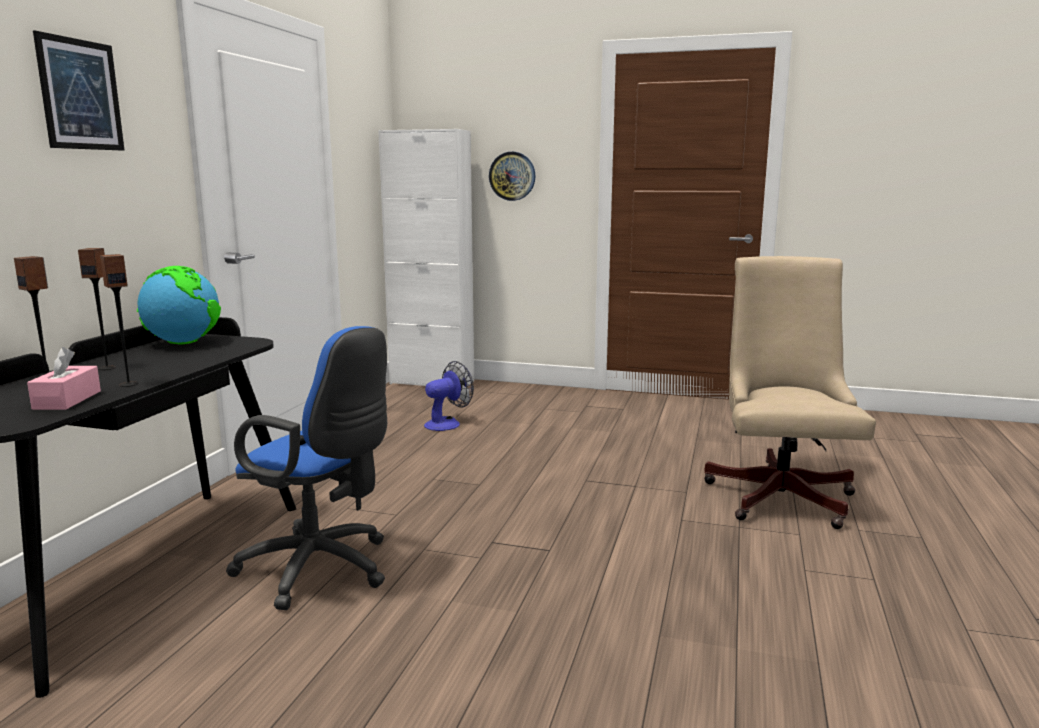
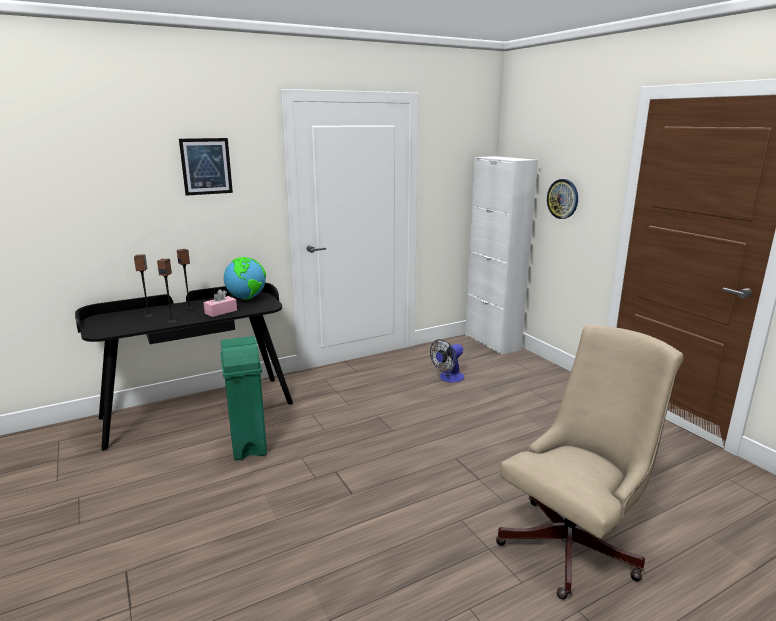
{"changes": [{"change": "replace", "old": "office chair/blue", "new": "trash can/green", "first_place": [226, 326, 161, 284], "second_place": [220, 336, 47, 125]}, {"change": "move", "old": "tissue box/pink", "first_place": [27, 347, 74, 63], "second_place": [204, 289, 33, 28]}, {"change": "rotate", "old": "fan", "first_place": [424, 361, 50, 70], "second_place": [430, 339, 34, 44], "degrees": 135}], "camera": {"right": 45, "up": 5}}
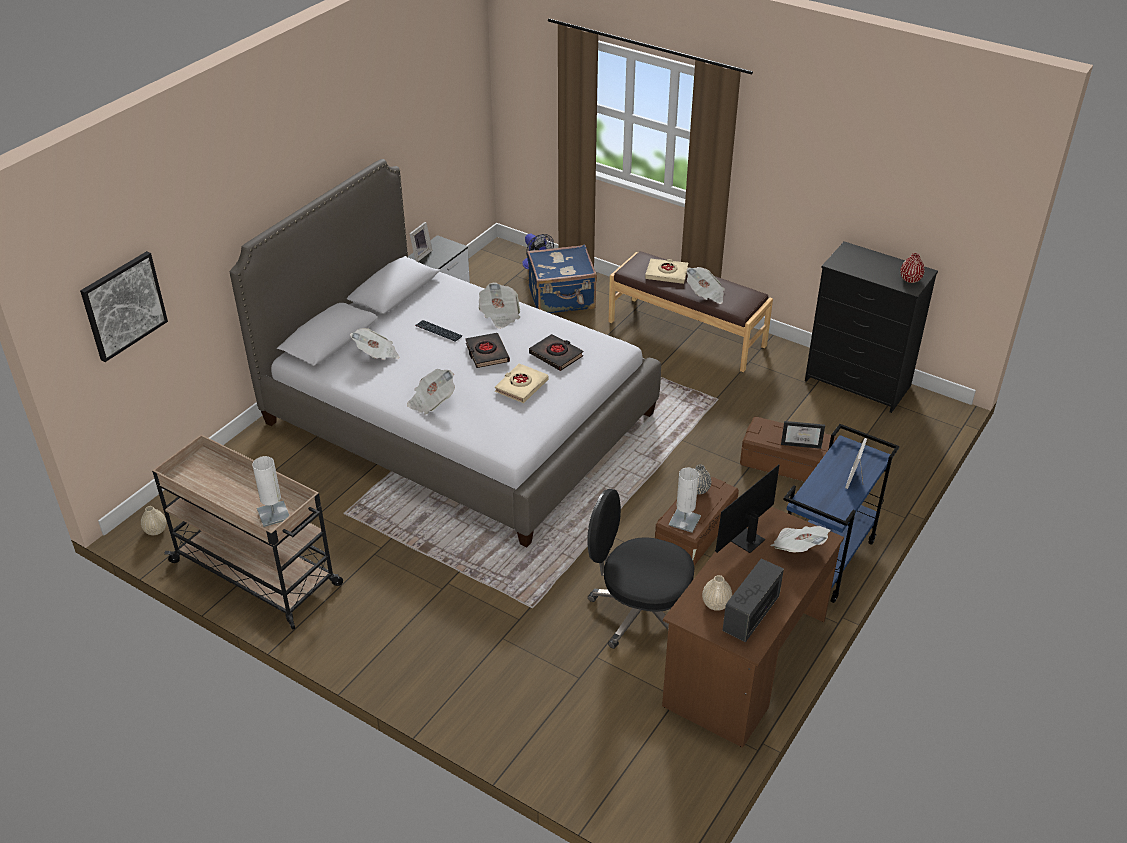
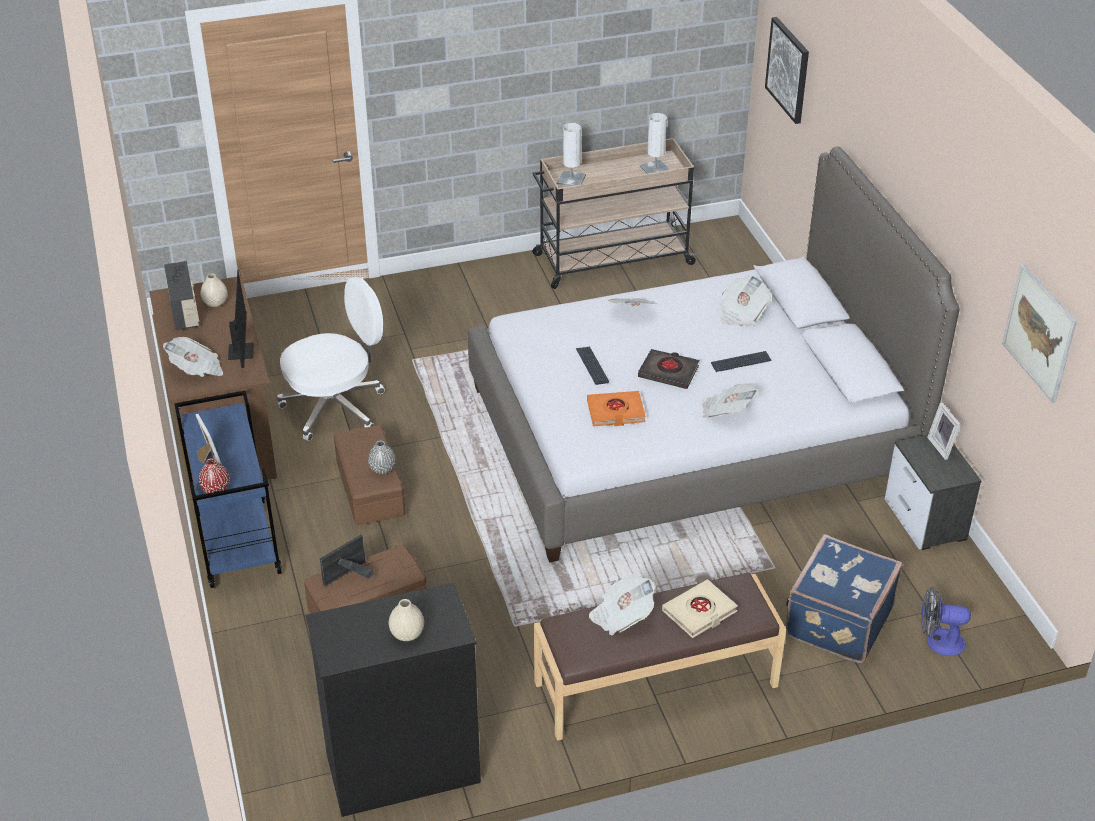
{"changes": [{"change": "move", "old": "vase/red", "first_place": [900, 253, 25, 30], "second_place": [199, 458, 31, 35]}, {"change": "recolor", "old": "book/black", "new": "book/orange", "first_place": [529, 334, 54, 37], "second_place": [587, 391, 59, 35]}, {"change": "replace", "old": "book/beige", "new": "keyboard", "first_place": [495, 363, 53, 40], "second_place": [576, 347, 33, 38]}, {"change": "move", "old": "table lamp/white", "first_place": [669, 468, 32, 65], "second_place": [640, 113, 30, 61]}, {"change": "recolor", "old": "office chair/black", "new": "office chair/white", "first_place": [587, 489, 107, 160], "second_place": [277, 277, 108, 164]}, {"change": "move", "old": "vase/beige", "first_place": [141, 506, 25, 29], "second_place": [389, 599, 35, 42]}, {"change": "insert", "new": "picture", "second_place": [1002, 263, 75, 140]}], "camera": {"right": 130, "up": 0}}
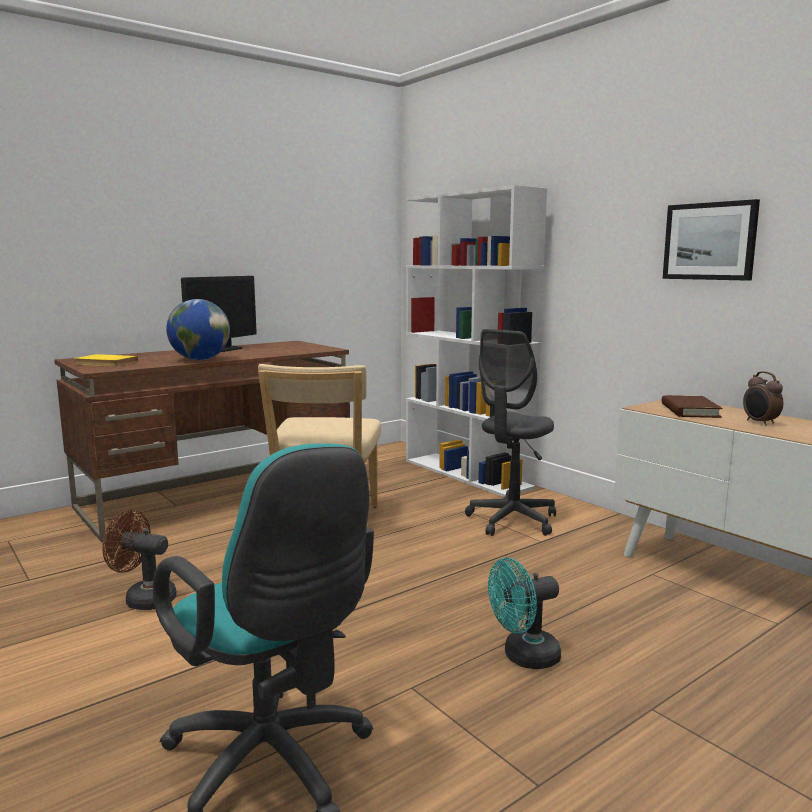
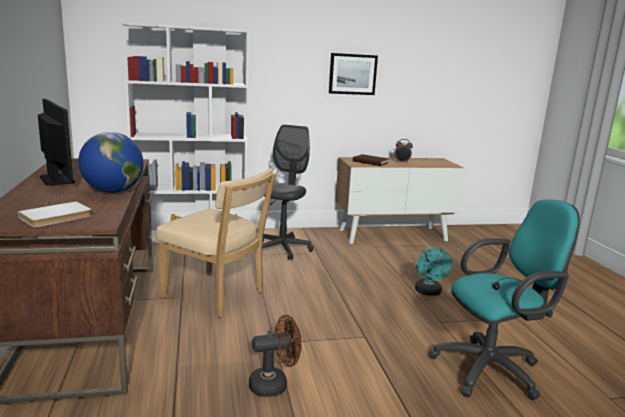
{"changes": [{"change": "rotate", "old": "office chair/grey", "first_place": [465, 329, 91, 207], "second_place": [262, 125, 52, 135], "degrees": -135}, {"change": "recolor", "old": "book/yellow", "new": "book/white", "first_place": [74, 354, 64, 13], "second_place": [18, 201, 74, 26]}, {"change": "rotate", "old": "fan/brown", "first_place": [102, 510, 75, 100], "second_place": [249, 315, 53, 82], "degrees": -150}], "camera": {"right": -65, "up": 5}}
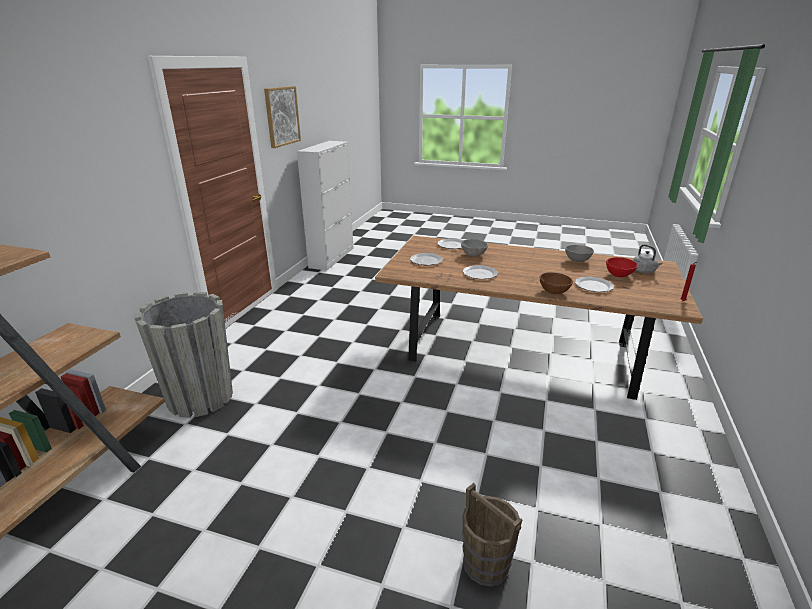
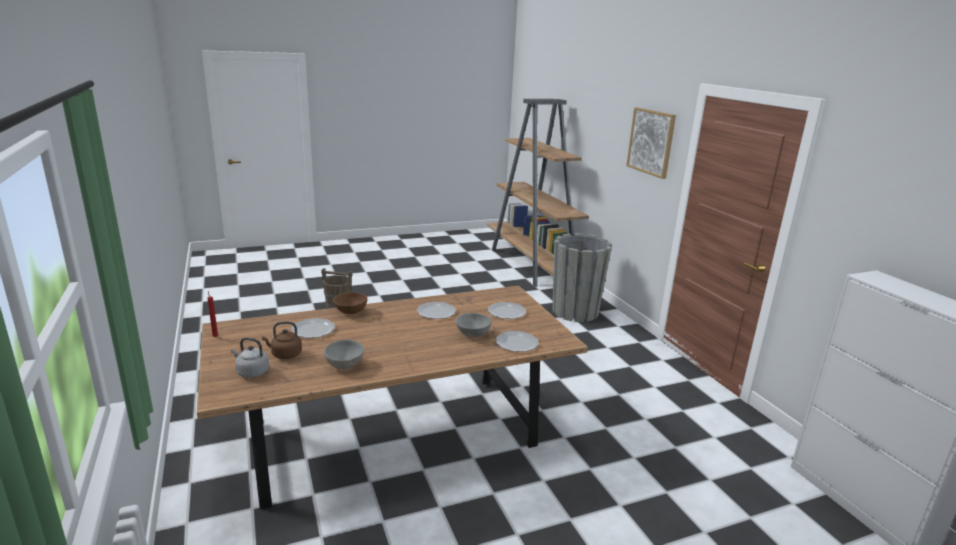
{"changes": [{"change": "move", "old": "picture", "first_place": [264, 86, 37, 62], "second_place": [626, 107, 50, 72]}, {"change": "replace", "old": "bowl/red", "new": "kettle/brown", "first_place": [606, 257, 32, 20], "second_place": [262, 321, 40, 38]}], "camera": {"right": 140, "up": -5}}
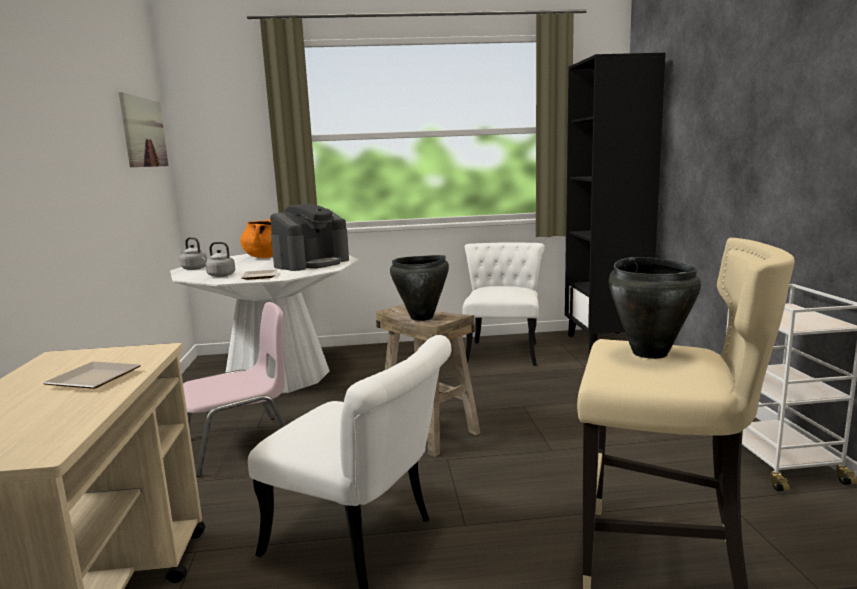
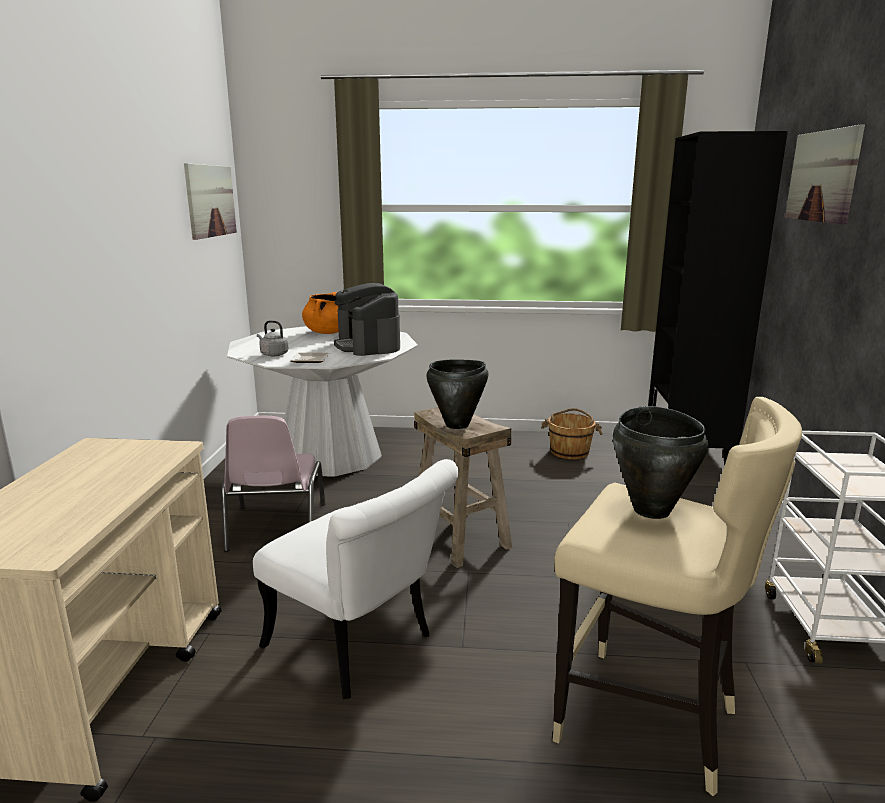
{"changes": [{"change": "rotate", "old": "coffee machine", "first_place": [270, 203, 79, 68], "second_place": [334, 283, 66, 73], "degrees": 105}, {"change": "delete", "old": "kettle/grey", "first_place": [180, 237, 27, 33]}, {"change": "replace", "old": "chair/white", "new": "bucket/brown", "first_place": [463, 242, 82, 123], "second_place": [541, 408, 61, 51]}, {"change": "rotate", "old": "chair/pink", "first_place": [183, 302, 103, 175], "second_place": [221, 416, 104, 136], "degrees": 105}, {"change": "delete", "old": "plate", "first_place": [43, 361, 98, 28]}, {"change": "insert", "new": "picture", "second_place": [785, 124, 80, 100]}], "camera": {"right": 10, "up": 5}}
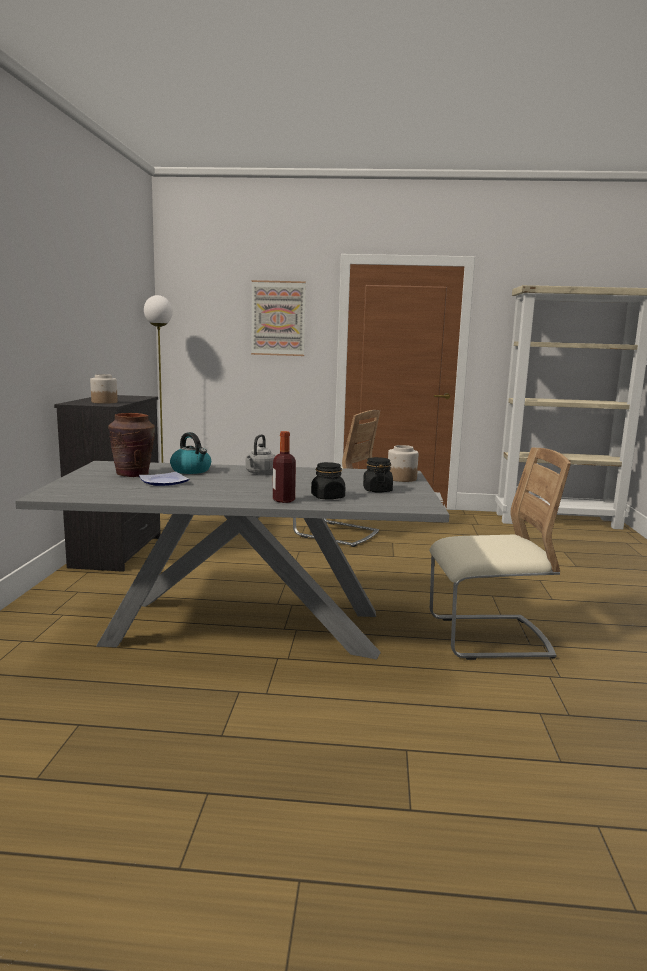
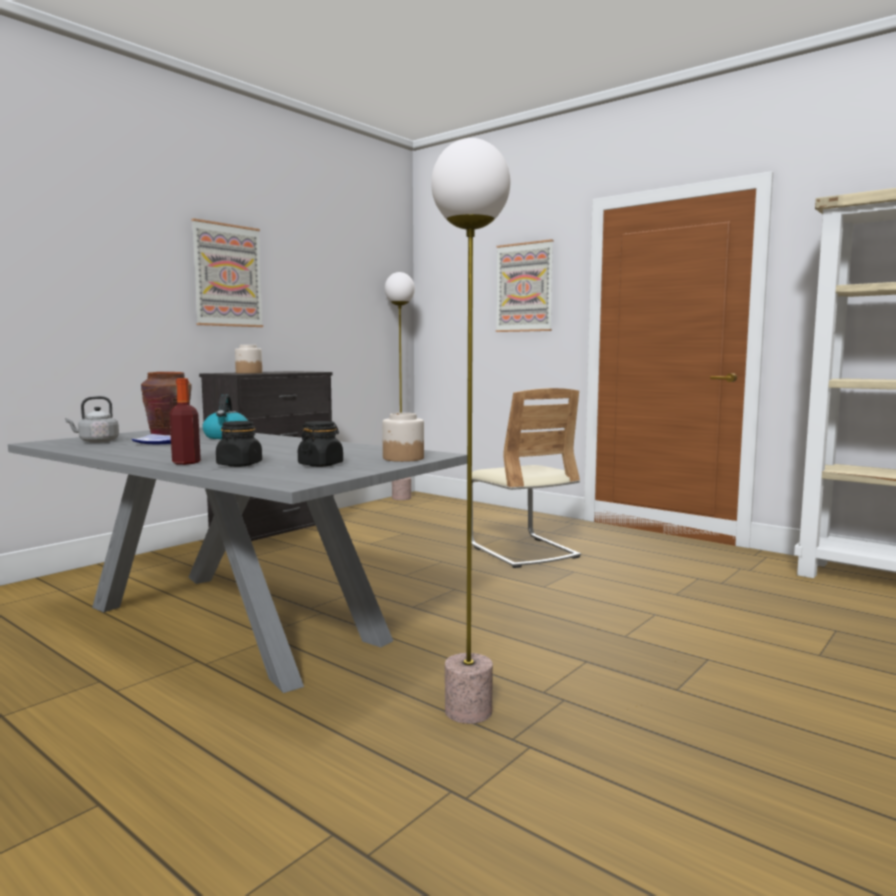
{"changes": [{"change": "move", "old": "kettle/grey", "first_place": [246, 434, 29, 41], "second_place": [65, 396, 54, 47]}, {"change": "replace", "old": "chair/beige", "new": "floor lamp", "first_place": [429, 448, 142, 212], "second_place": [431, 138, 79, 586]}, {"change": "insert", "new": "picture", "second_place": [191, 218, 72, 109]}], "camera": {"right": 35, "up": -5}}
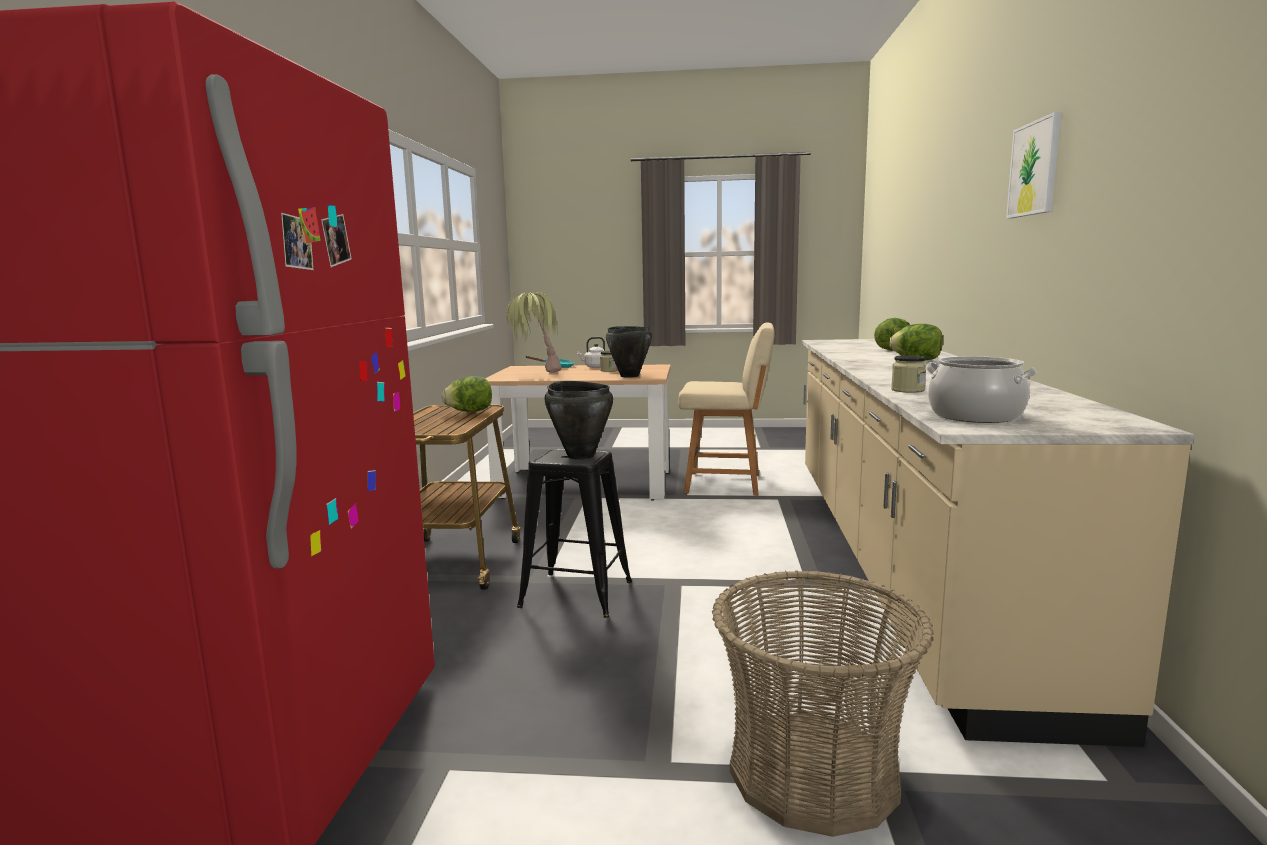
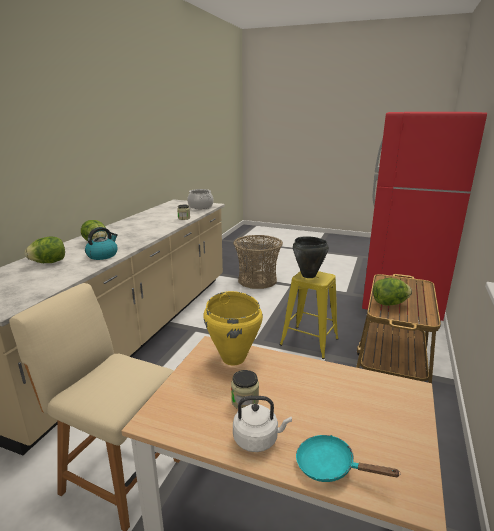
{"changes": [{"change": "delete", "old": "picture", "first_place": [1006, 112, 55, 107]}, {"change": "delete", "old": "potted plant", "first_place": [506, 292, 56, 81]}, {"change": "recolor", "old": "cooking pot/black", "new": "cooking pot/yellow", "first_place": [606, 326, 46, 52], "second_place": [203, 291, 60, 75]}, {"change": "recolor", "old": "stool/black", "new": "stool/yellow", "first_place": [517, 448, 115, 170], "second_place": [280, 271, 58, 88]}, {"change": "insert", "new": "kettle", "second_place": [85, 227, 33, 33]}], "camera": {"right": -165, "up": 10}}
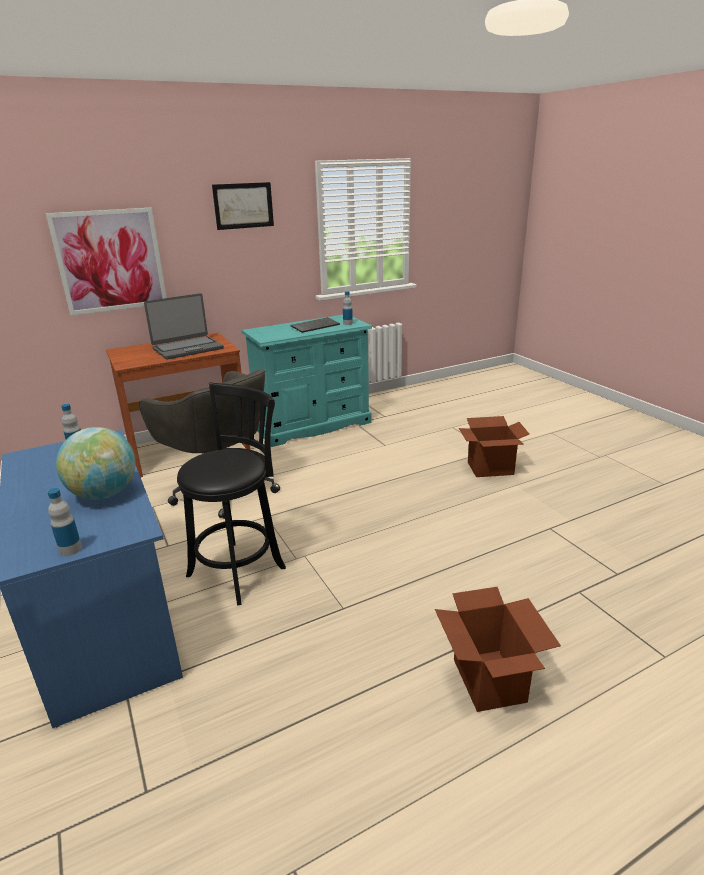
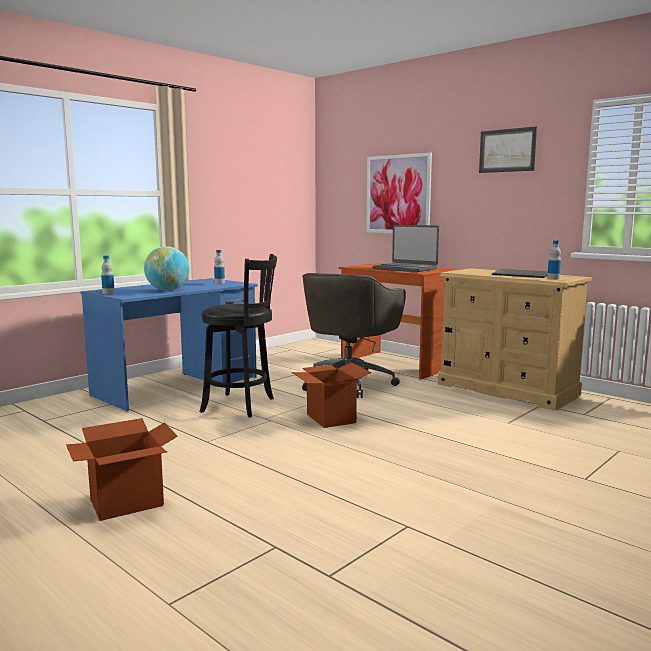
{"changes": [{"change": "recolor", "old": "dresser/turquoise", "new": "dresser/beige", "first_place": [242, 315, 130, 132], "second_place": [438, 268, 154, 143]}, {"change": "move", "old": "cardboard box", "first_place": [459, 416, 70, 61], "second_place": [291, 362, 80, 66]}], "camera": {"right": 70, "up": -15}}
